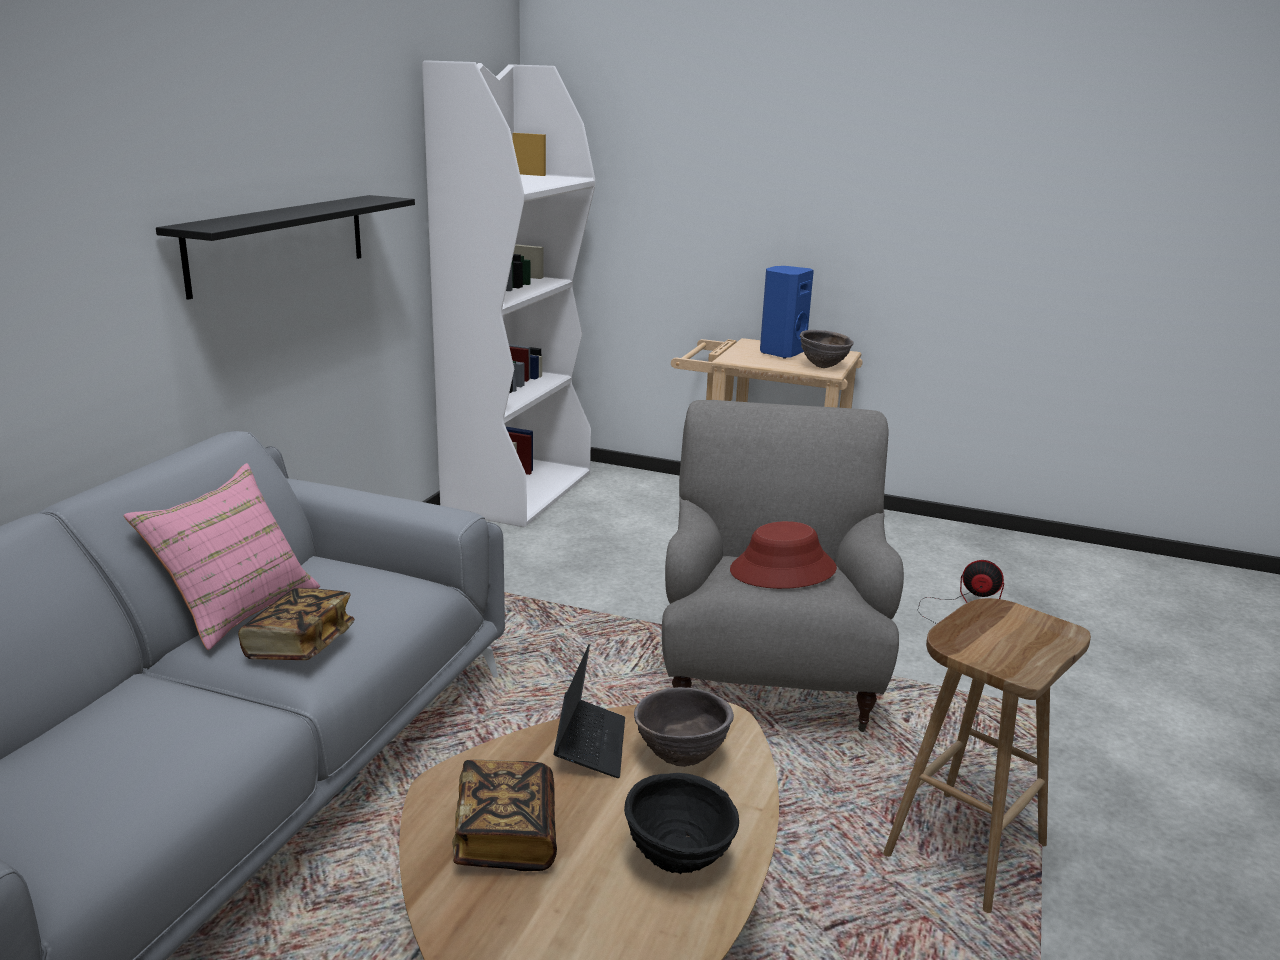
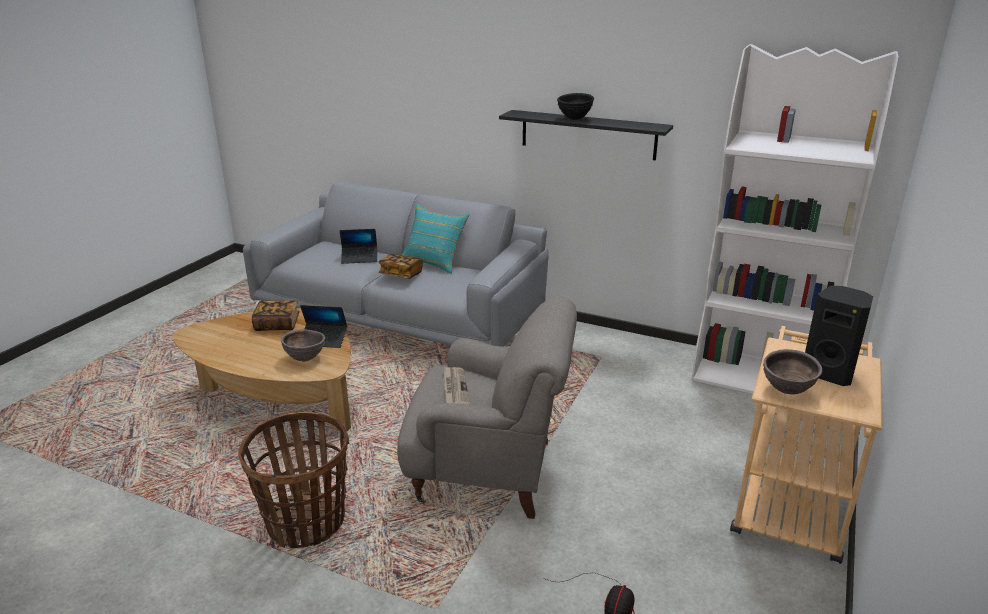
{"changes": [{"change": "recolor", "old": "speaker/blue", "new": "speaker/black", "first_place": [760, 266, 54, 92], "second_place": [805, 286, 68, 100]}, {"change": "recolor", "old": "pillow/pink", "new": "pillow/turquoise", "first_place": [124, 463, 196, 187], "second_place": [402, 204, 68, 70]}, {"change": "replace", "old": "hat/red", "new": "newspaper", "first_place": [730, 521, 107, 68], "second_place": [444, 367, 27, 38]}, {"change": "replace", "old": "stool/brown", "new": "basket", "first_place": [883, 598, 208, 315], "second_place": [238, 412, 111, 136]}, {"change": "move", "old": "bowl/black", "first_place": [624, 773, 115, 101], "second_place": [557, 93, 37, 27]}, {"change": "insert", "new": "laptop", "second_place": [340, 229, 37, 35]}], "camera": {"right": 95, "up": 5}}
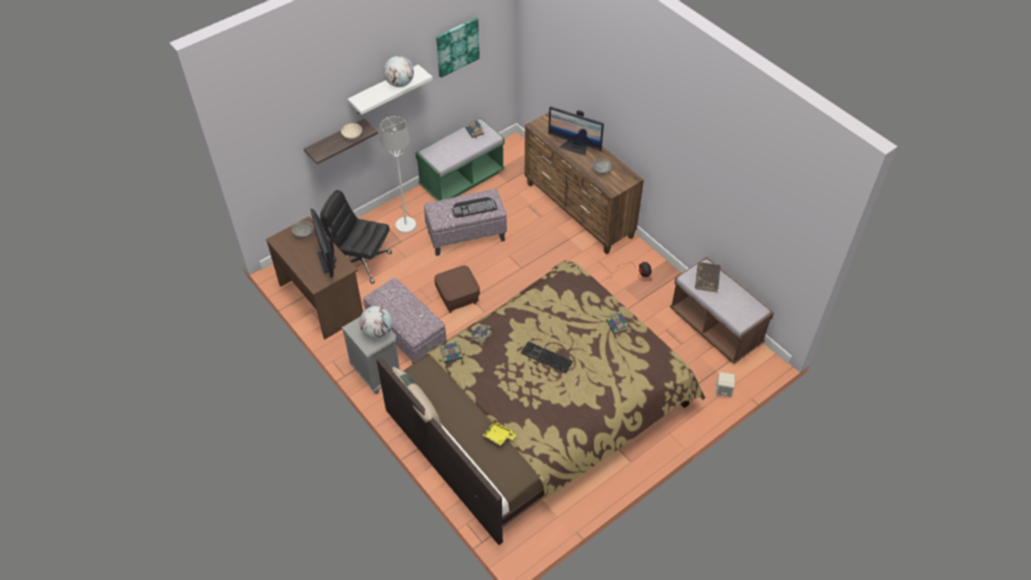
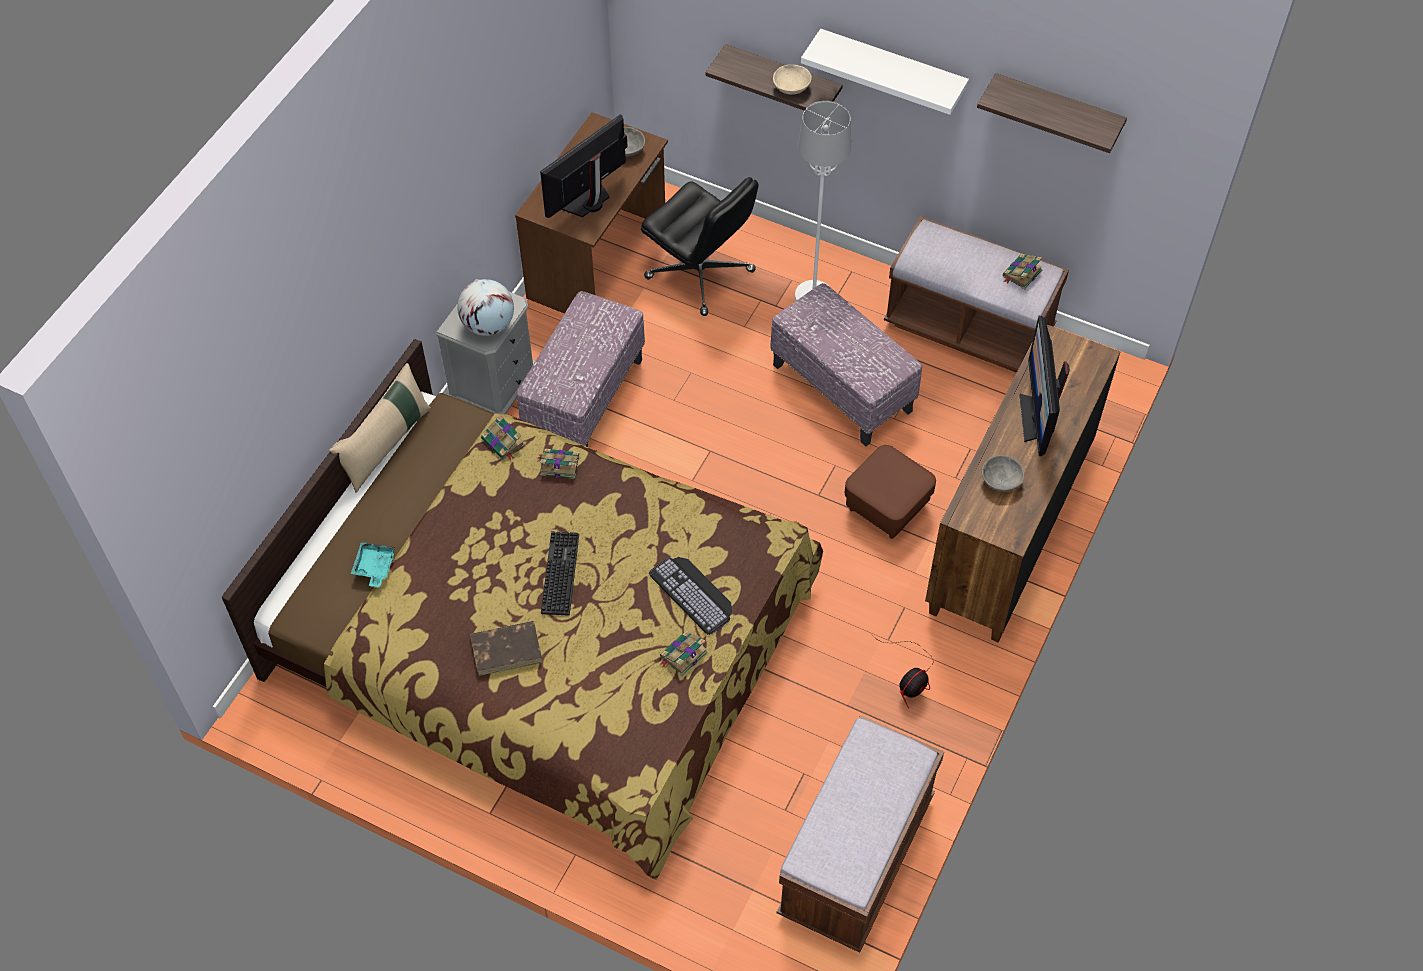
{"changes": [{"change": "replace", "old": "picture", "new": "shelf", "first_place": [436, 18, 44, 60], "second_place": [977, 73, 150, 80]}, {"change": "delete", "old": "globe", "first_place": [384, 56, 30, 31]}, {"change": "recolor", "old": "bench/green", "new": "bench/brown", "first_place": [415, 118, 90, 83], "second_place": [884, 216, 185, 157]}, {"change": "rotate", "old": "office chair/black", "first_place": [320, 190, 72, 94], "second_place": [641, 177, 117, 139], "degrees": 135}, {"change": "move", "old": "keyboard", "first_place": [452, 197, 46, 21], "second_place": [649, 557, 83, 78]}, {"change": "move", "old": "book/brown", "first_place": [695, 262, 26, 31], "second_place": [470, 621, 73, 55]}, {"change": "move", "old": "ottoman/brown", "first_place": [434, 266, 46, 47], "second_place": [845, 445, 91, 94]}, {"change": "delete", "old": "speaker/beige", "first_place": [716, 372, 19, 25]}, {"change": "recolor", "old": "tray/yellow", "new": "tray/turquoise", "first_place": [483, 420, 33, 26], "second_place": [351, 542, 44, 45]}], "camera": {"right": 65, "up": 5}}
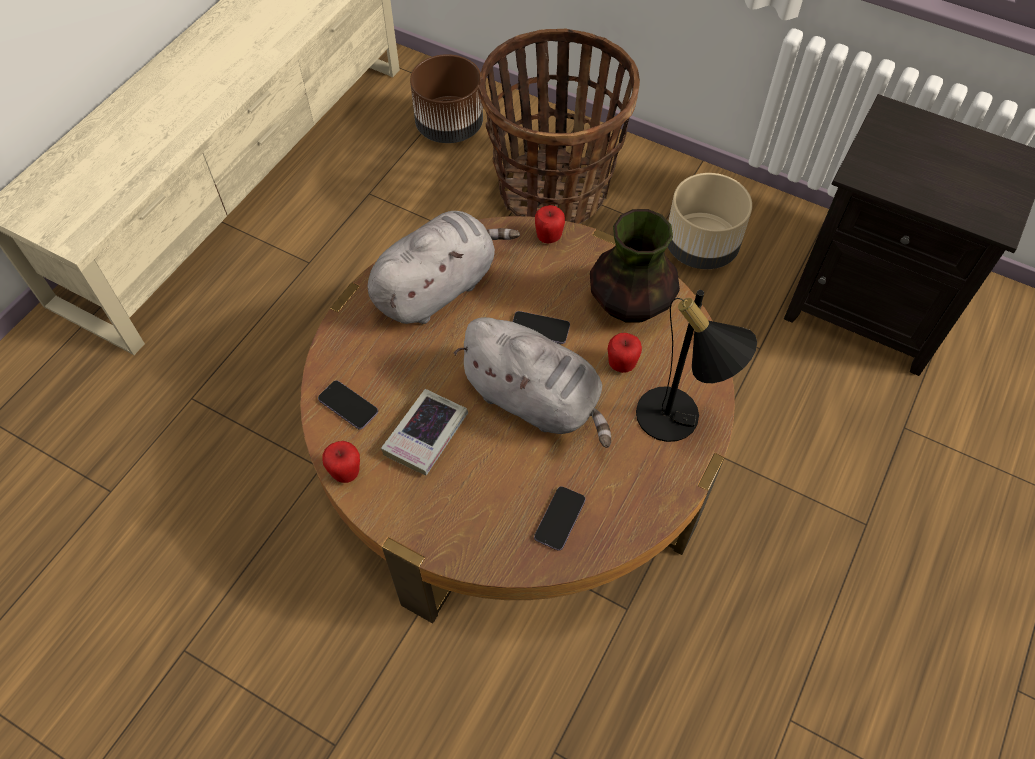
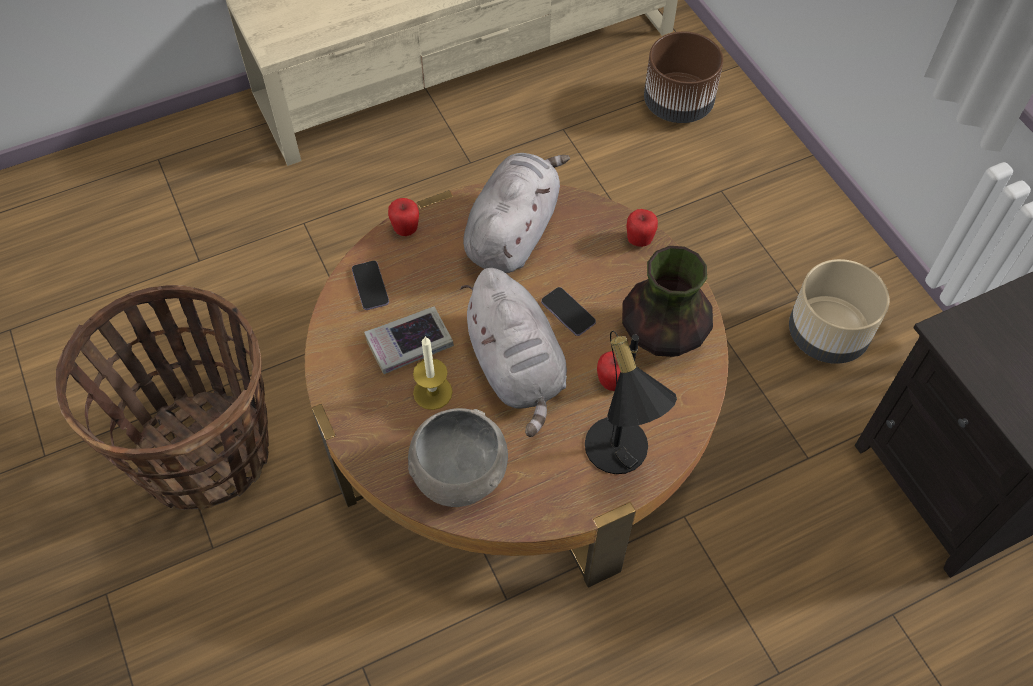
{"changes": [{"change": "move", "old": "basket", "first_place": [478, 29, 162, 195], "second_place": [56, 285, 213, 225]}, {"change": "rotate", "old": "plush toy/grey", "first_place": [368, 211, 152, 113], "second_place": [463, 153, 107, 120], "degrees": -60}, {"change": "move", "old": "apple", "first_place": [322, 441, 38, 42], "second_place": [388, 198, 31, 38]}, {"change": "replace", "old": "phone", "new": "bowl/grey", "first_place": [534, 486, 51, 65], "second_place": [408, 408, 100, 99]}, {"change": "insert", "new": "candle", "second_place": [413, 336, 40, 74]}], "camera": {"right": 35, "up": 0}}
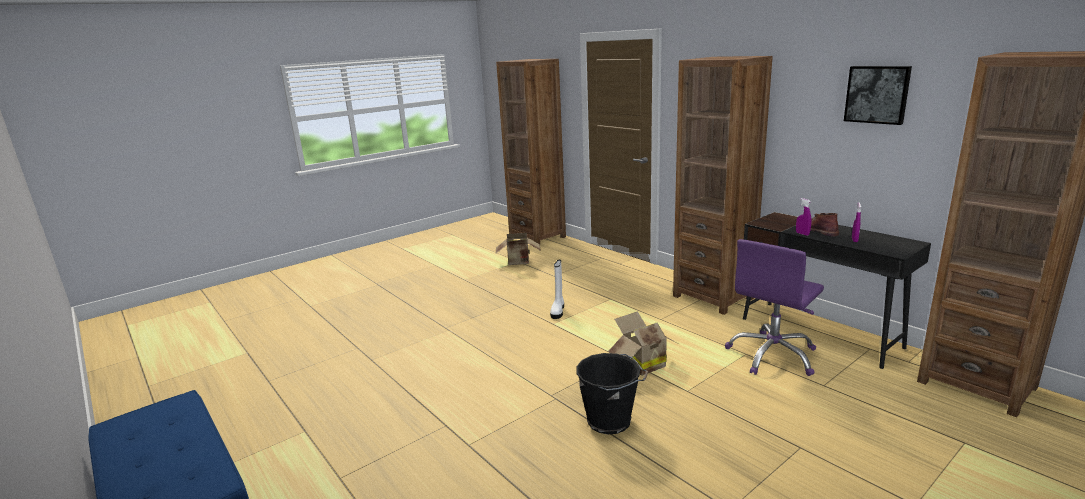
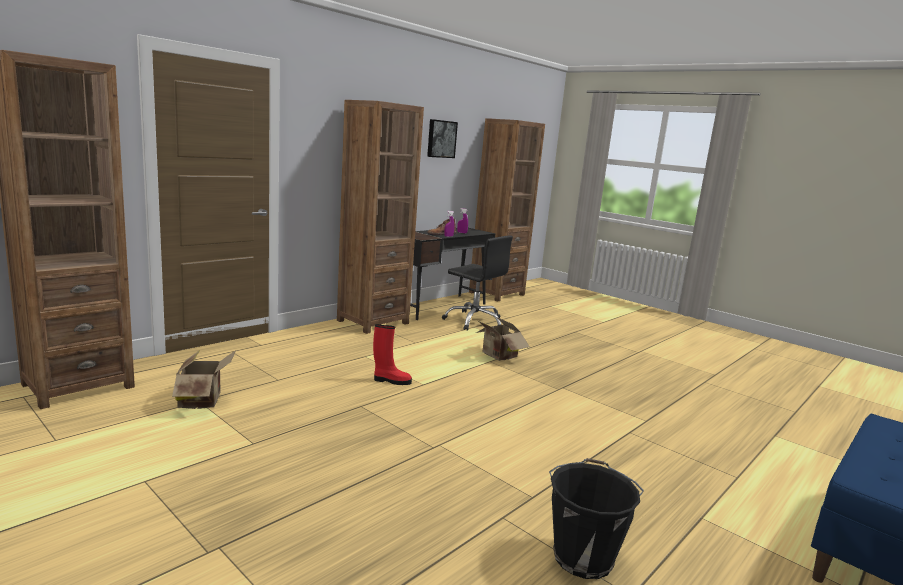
{"changes": [{"change": "recolor", "old": "office chair/purple", "new": "office chair/black", "first_place": [725, 239, 99, 137], "second_place": [442, 235, 71, 96]}, {"change": "recolor", "old": "boot/white", "new": "boot/red", "first_place": [550, 260, 14, 59], "second_place": [373, 324, 39, 61]}, {"change": "move", "old": "bucket/black", "first_place": [576, 353, 73, 81], "second_place": [549, 458, 95, 121]}], "camera": {"right": -100, "up": -5}}
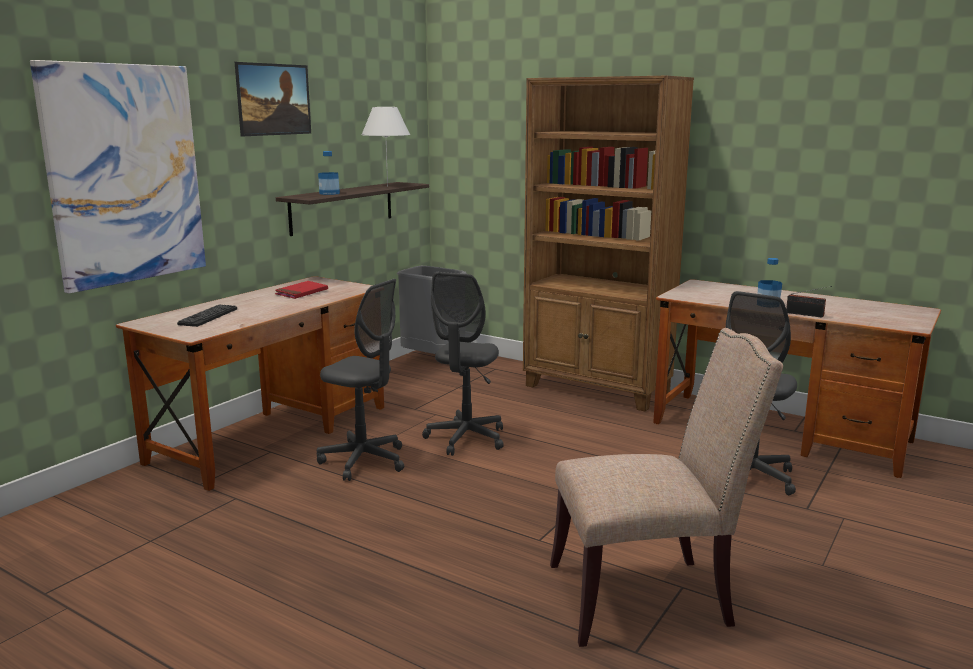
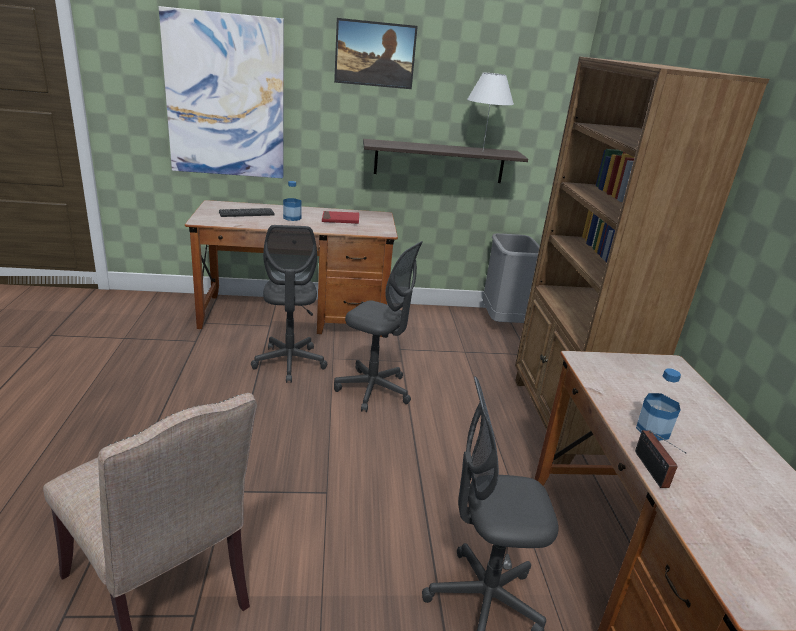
{"changes": [{"change": "move", "old": "bottle", "first_place": [318, 151, 22, 44], "second_place": [283, 181, 18, 40]}, {"change": "rotate", "old": "office chair/grey", "first_place": [422, 272, 82, 184], "second_place": [334, 241, 89, 171], "degrees": -135}], "camera": {"right": 50, "up": 10}}
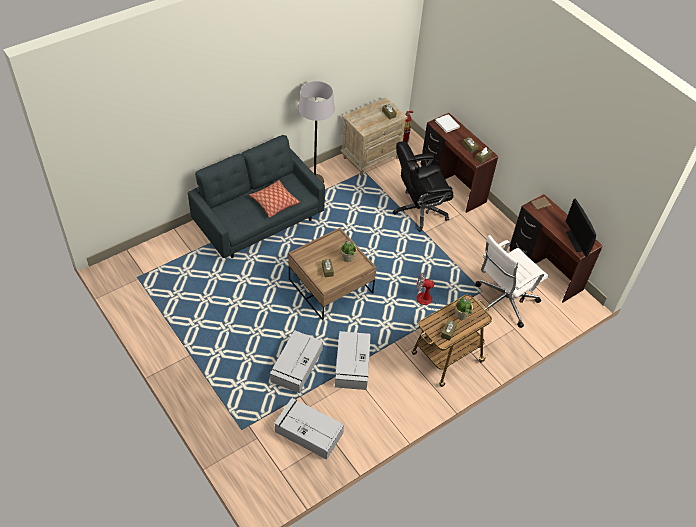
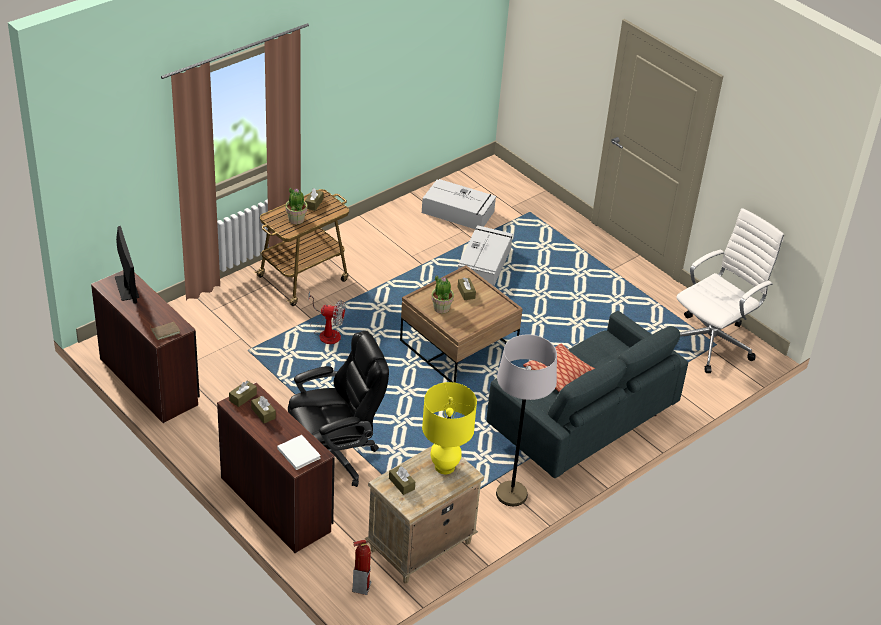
{"changes": [{"change": "move", "old": "office chair/white", "first_place": [475, 235, 74, 93], "second_place": [676, 208, 108, 165]}, {"change": "delete", "old": "storage box/grey", "first_place": [335, 331, 36, 59]}, {"change": "insert", "new": "table lamp/yellow", "second_place": [422, 382, 55, 92]}], "camera": {"right": 175, "up": -10}}
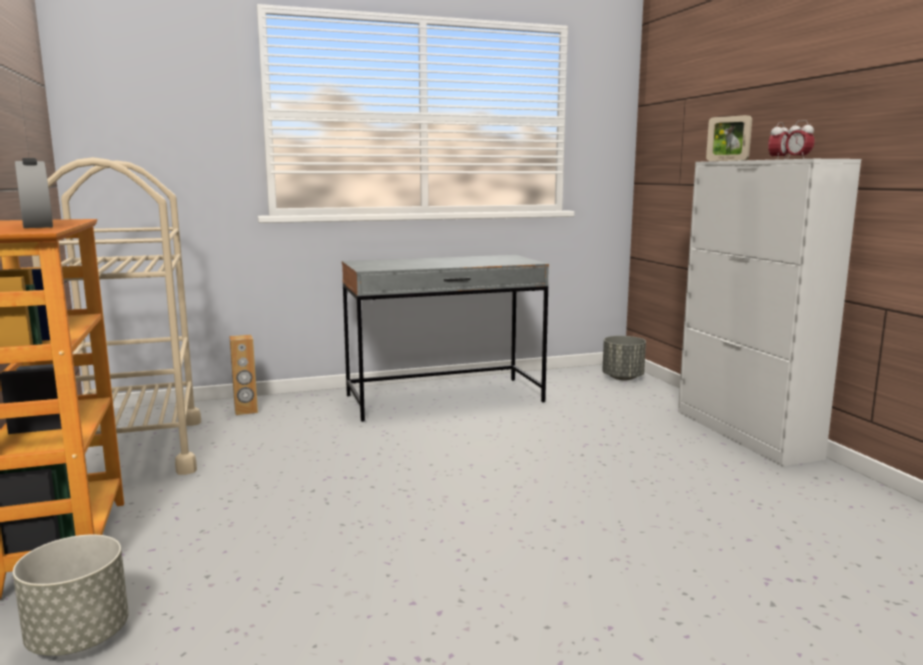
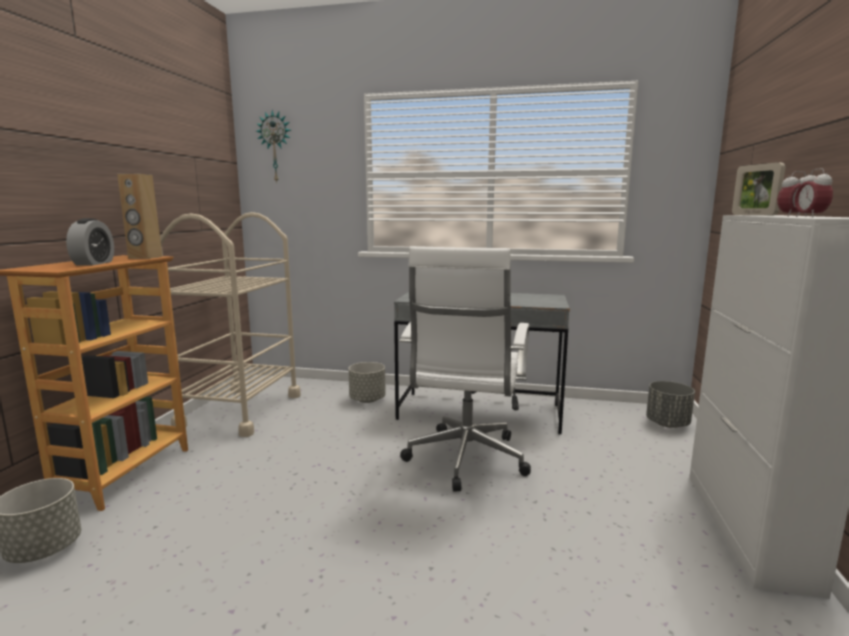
{"changes": [{"change": "move", "old": "speaker/brown", "first_place": [229, 335, 29, 80], "second_place": [117, 174, 45, 85]}, {"change": "insert", "new": "wall clock", "second_place": [256, 110, 35, 73]}, {"change": "insert", "new": "office chair/white", "second_place": [400, 246, 131, 246]}, {"change": "insert", "new": "planter/grey", "second_place": [348, 362, 38, 41]}], "camera": {"right": 30, "up": 0}}
